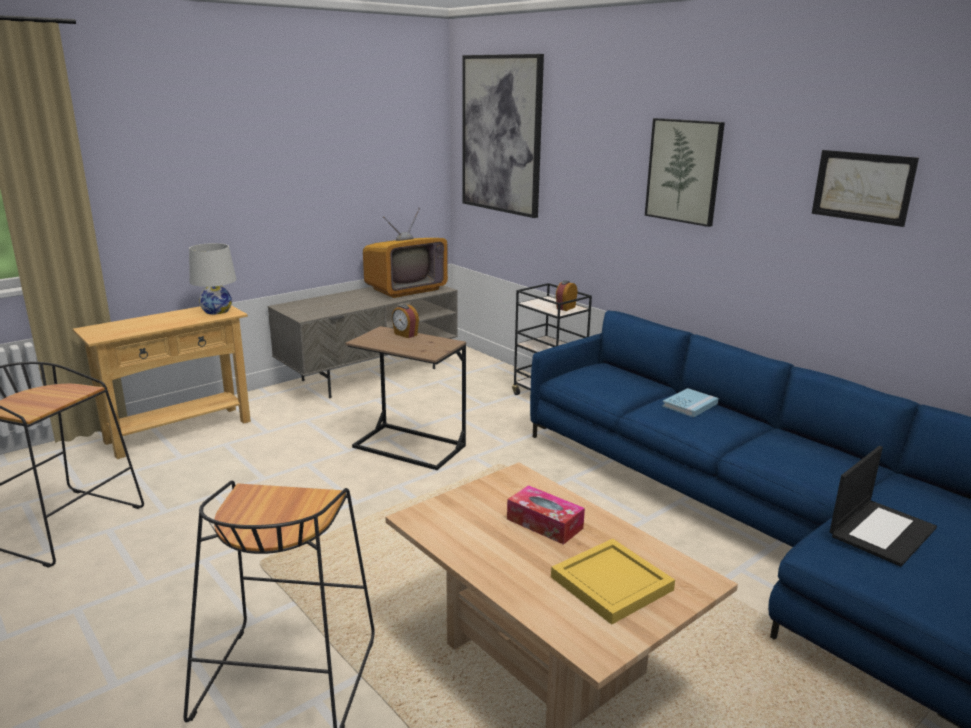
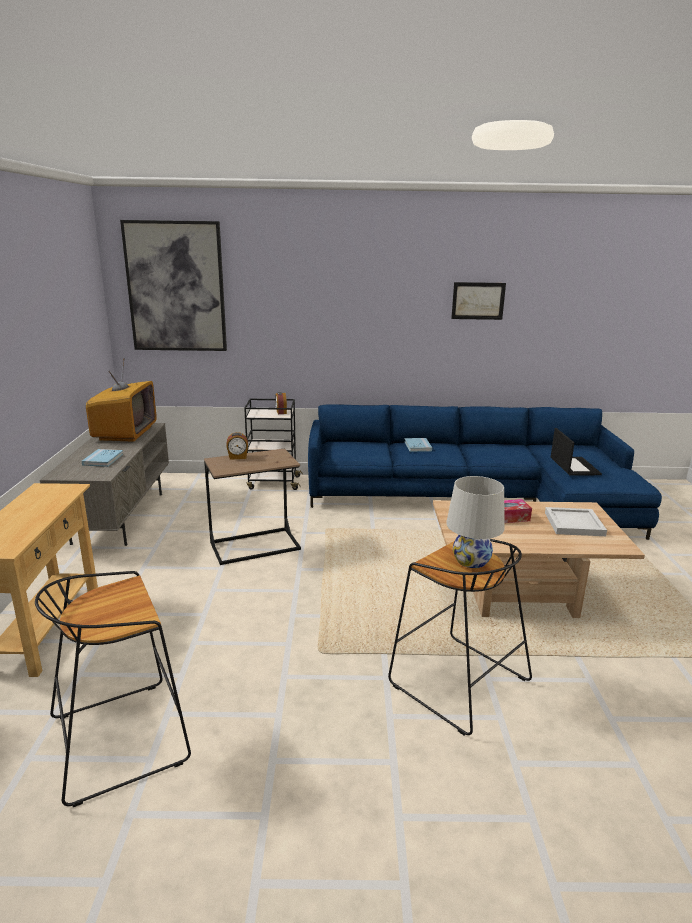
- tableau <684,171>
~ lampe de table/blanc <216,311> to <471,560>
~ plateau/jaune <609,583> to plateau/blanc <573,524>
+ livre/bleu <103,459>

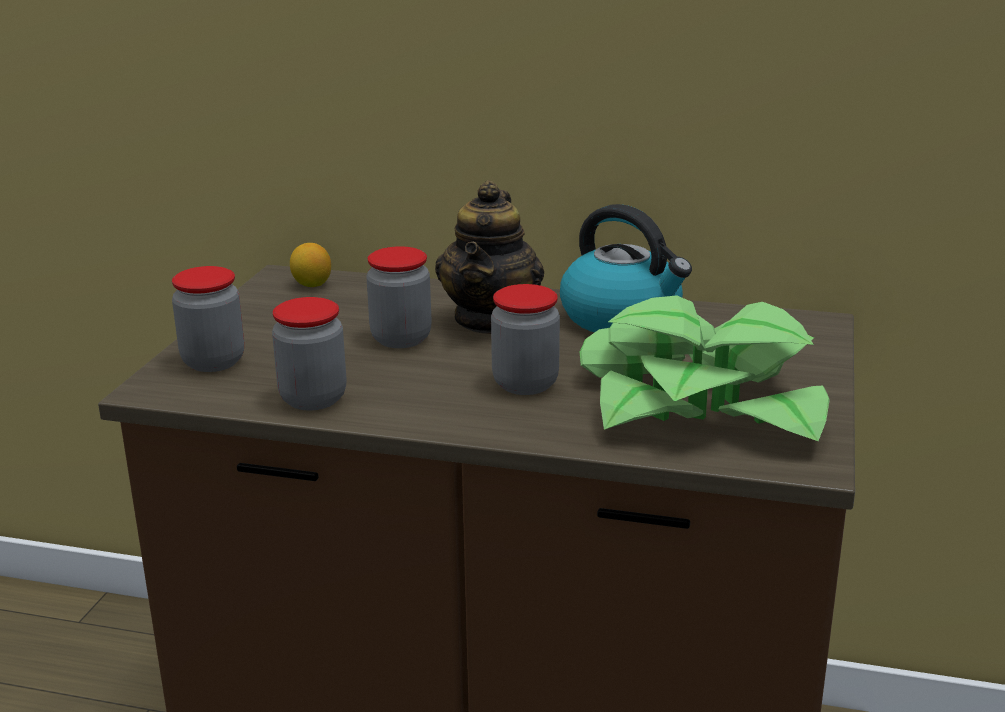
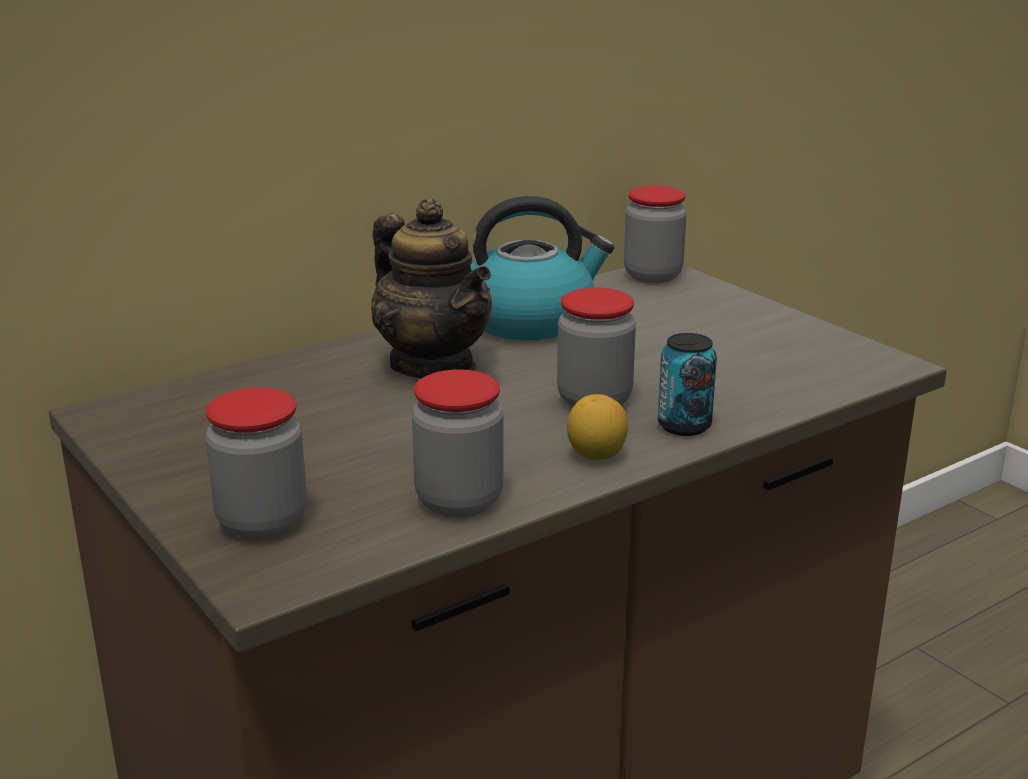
~ citron <312,284> to <596,455>
~ bocal <401,339> to <652,275>
- plante en pot <699,401>
+ boîte métallique <684,426>

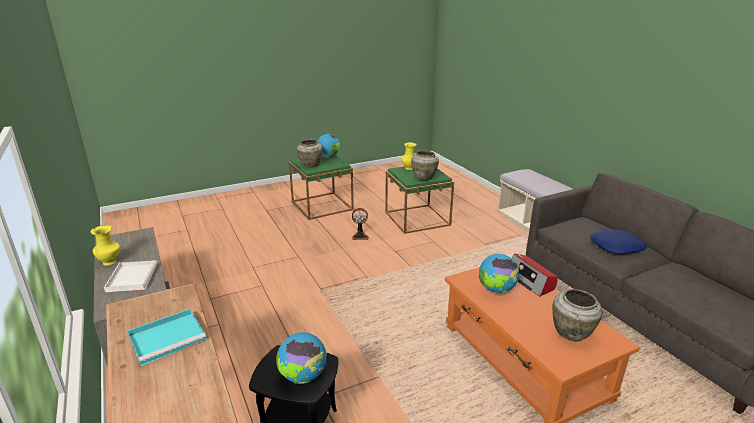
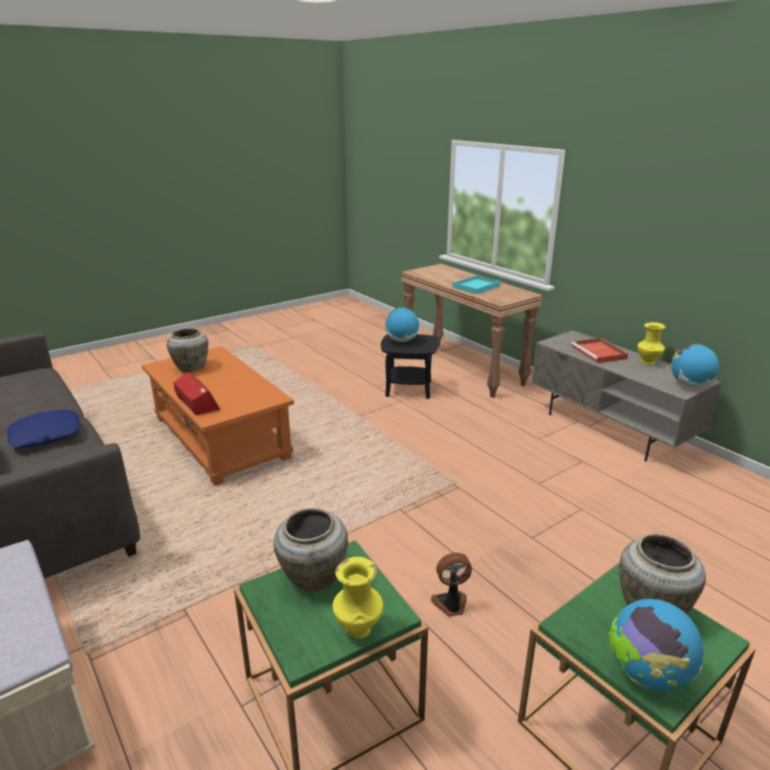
~ globe <496,290> to <690,385>
~ plateau/blanc <132,277> to plateau/rouge <599,353>

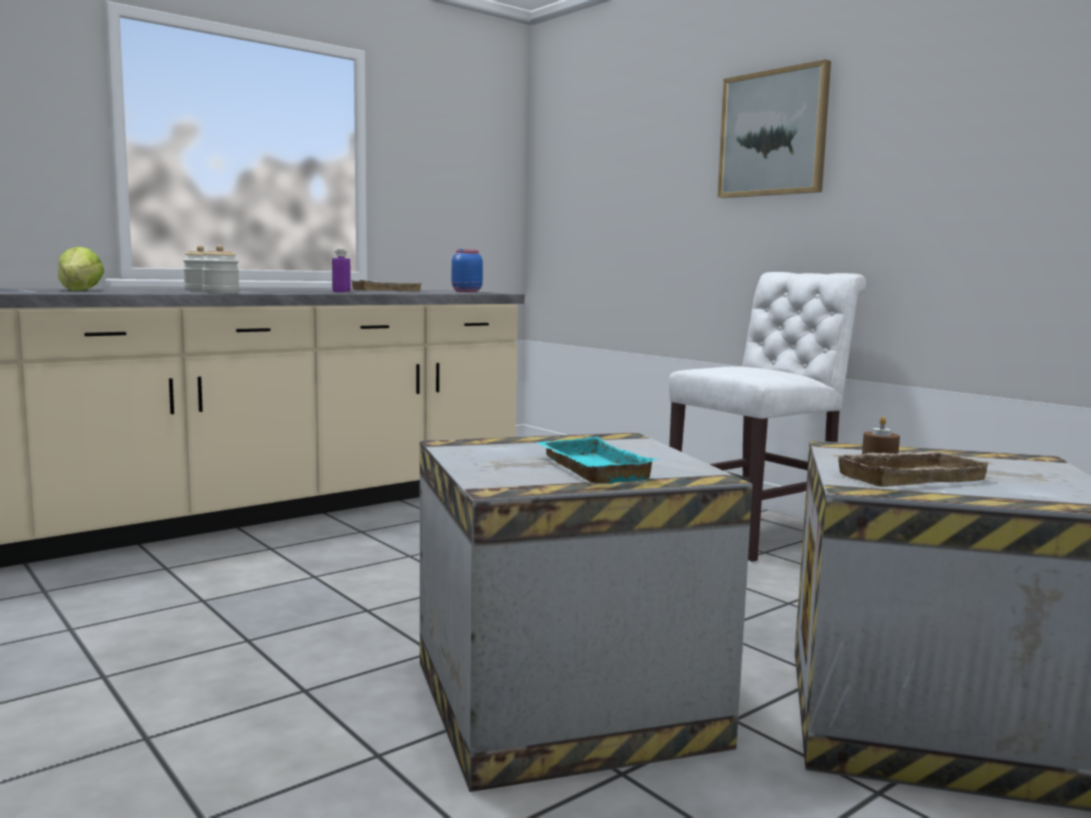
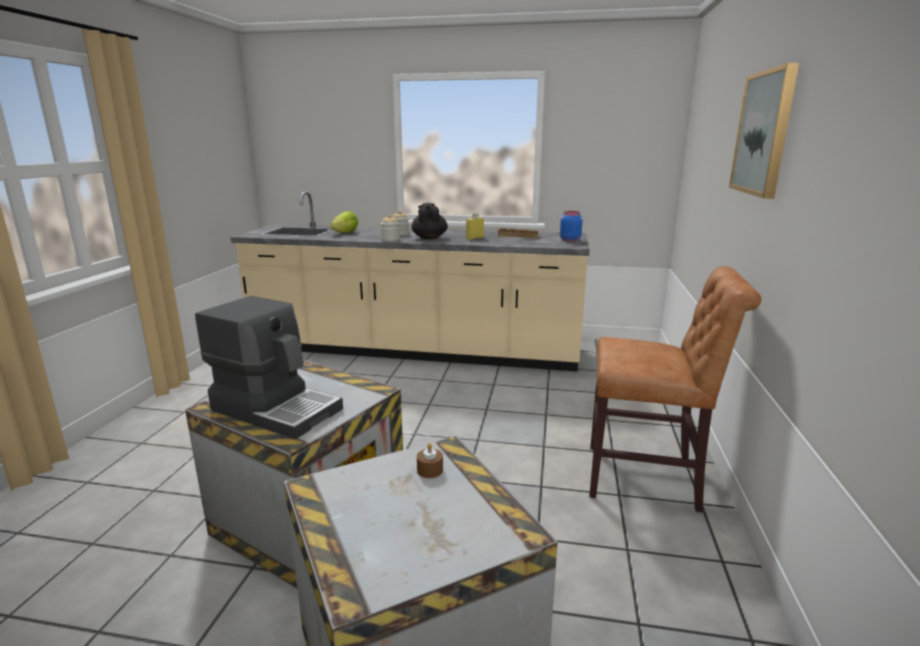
~ bouteille/violet <341,291> to bouteille/jaune <475,238>
~ chaise/blanc <756,534> to chaise/marron <649,479>
~ plateau/turquoise <589,469> to machine à café <277,408>
- plateau/beige <908,476>
+ théière/noir <429,238>

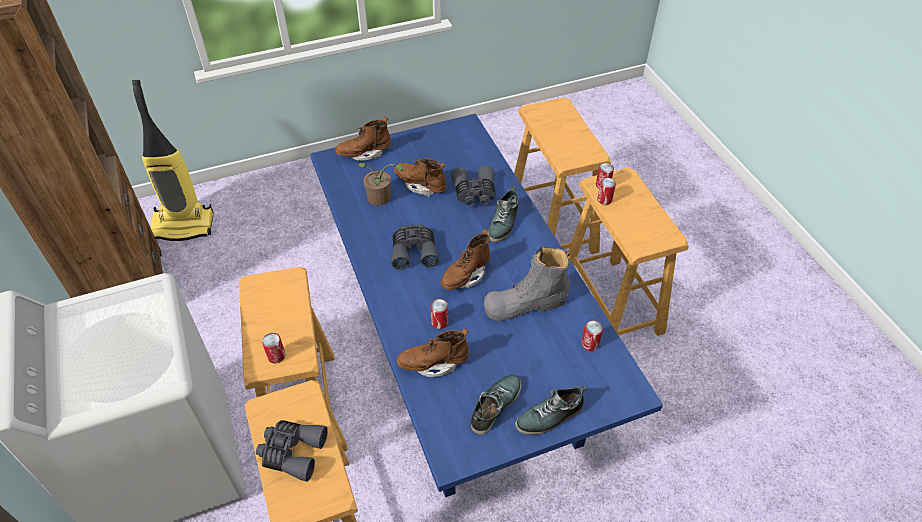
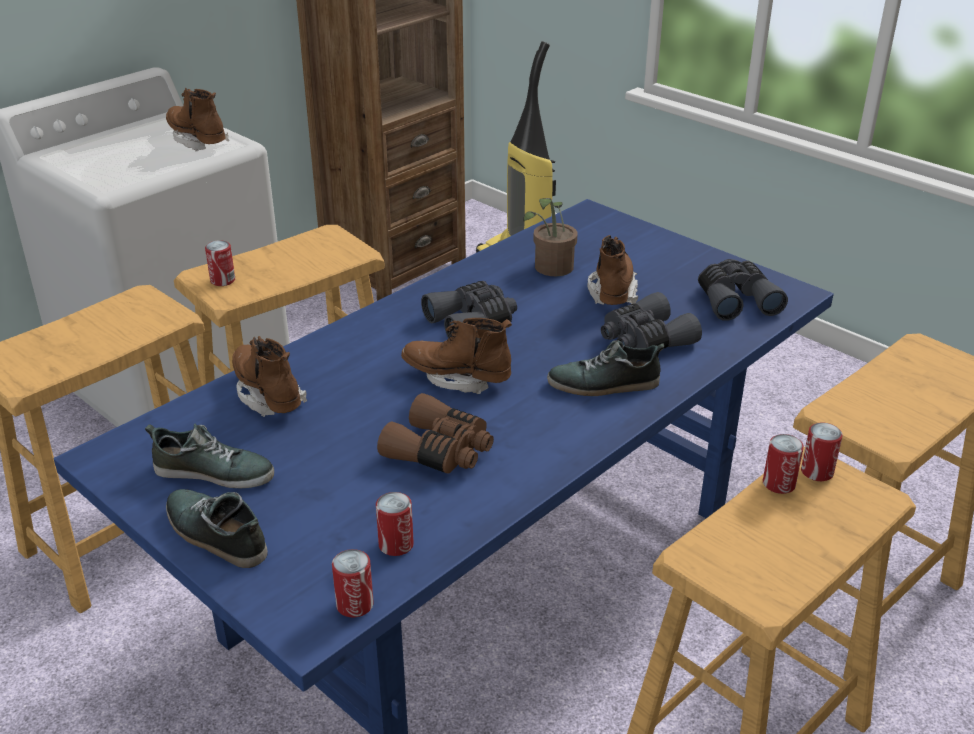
~ botte/marron <364,153> to <197,140>
~ botte/gris <526,304> to jumelles/marron <440,451>
~ boîte métallique <439,322> to <355,604>
~ jumelles/gris <292,452> to <735,300>

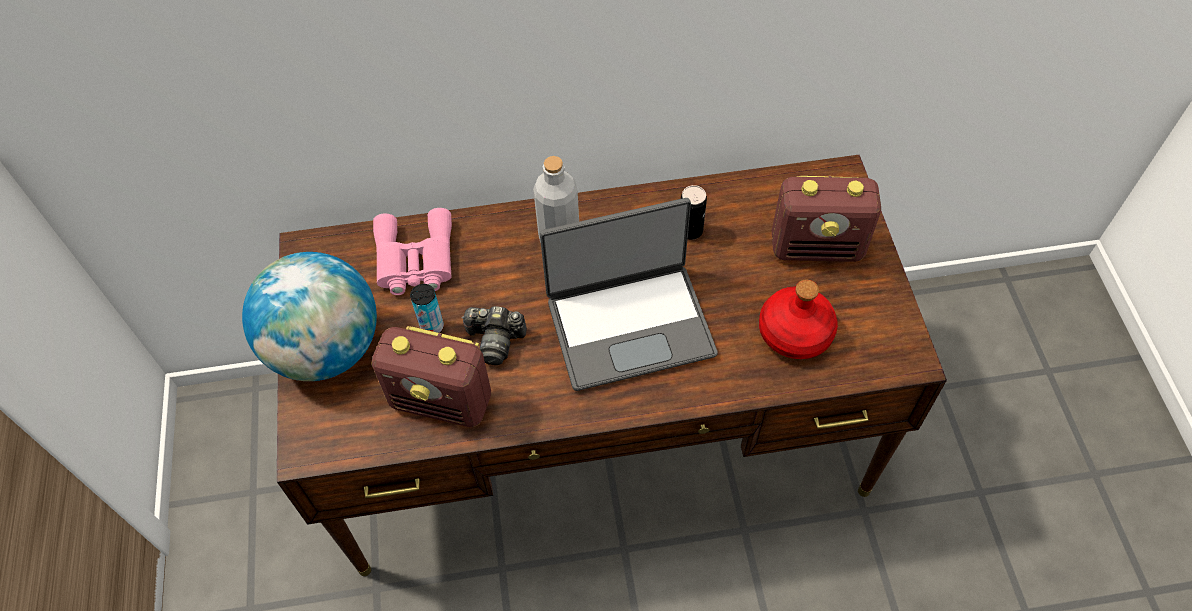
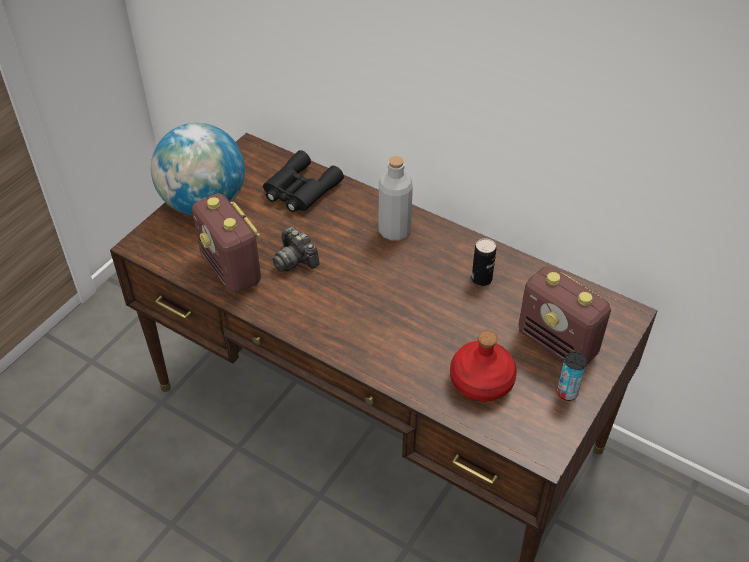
- ordinateur portable <629,325>
~ jumelles/rose <414,260> to jumelles/noir <299,190>
~ boîte métallique <432,327> to <567,393>

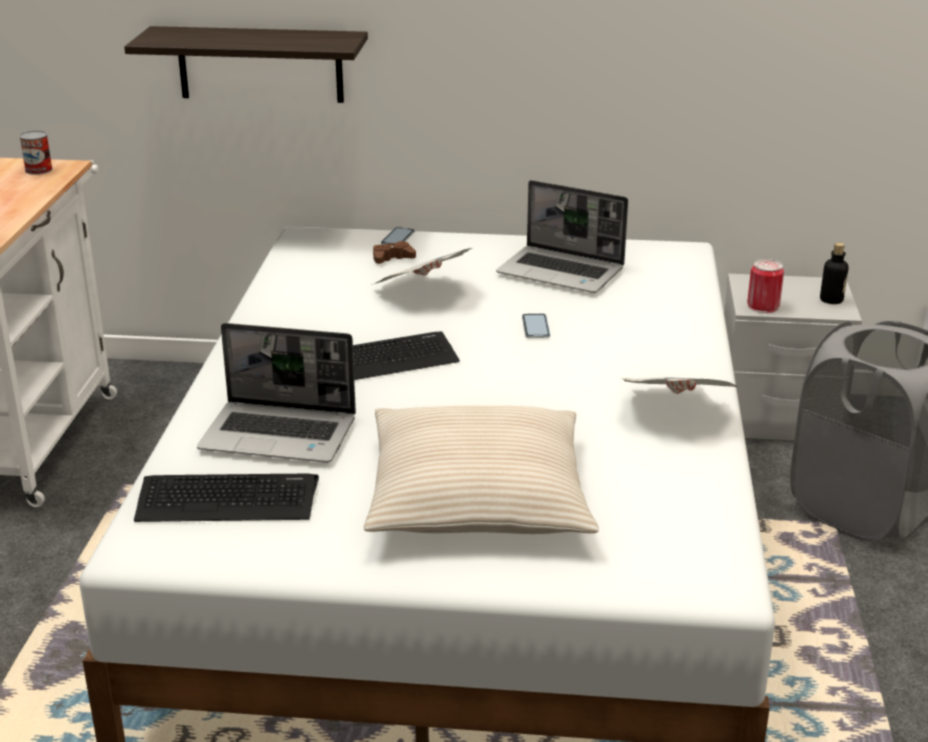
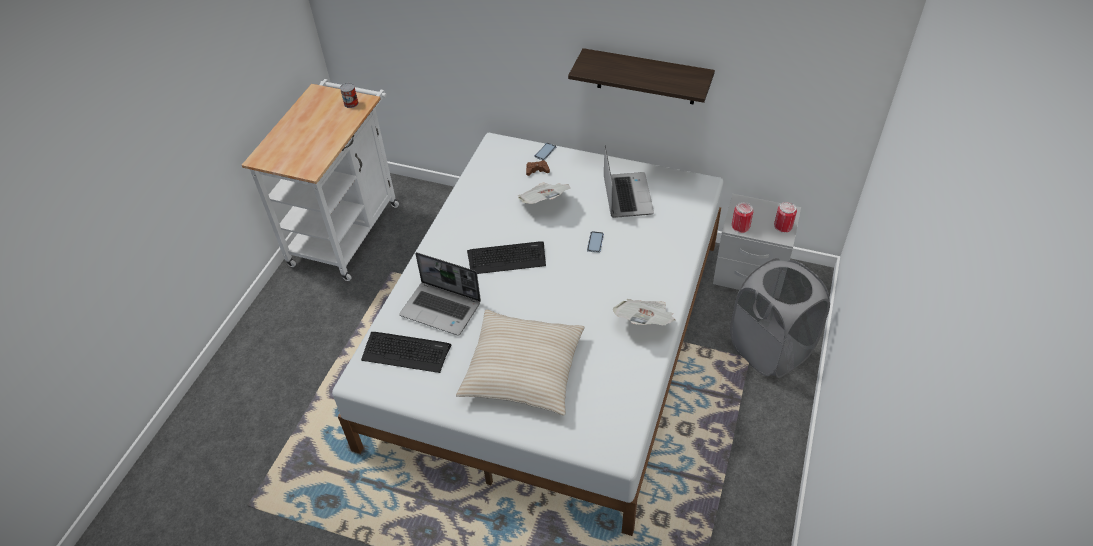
~ étagère <260,64> to <646,77>
~ ordinateur portable <562,272> = <626,195> 135 degrees counterclockwise
~ bouteille <831,300> to boîte métallique <783,226>

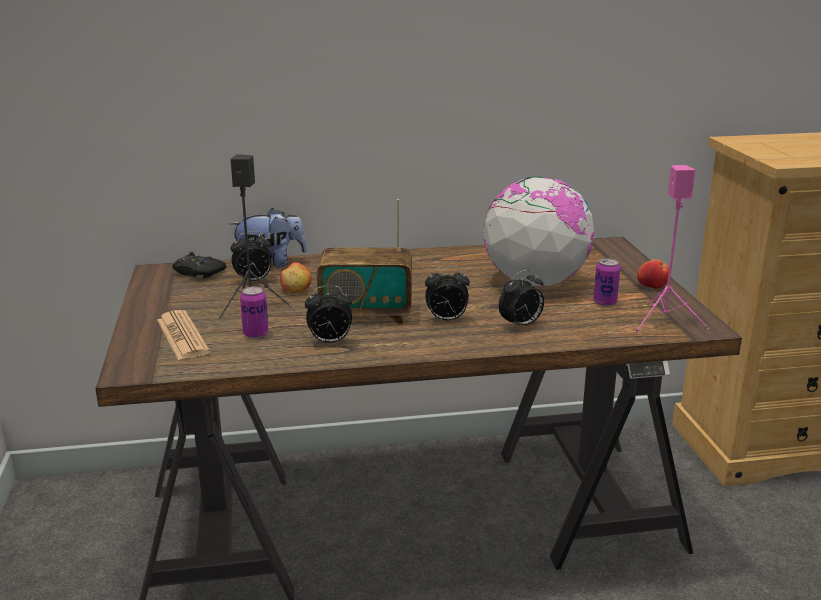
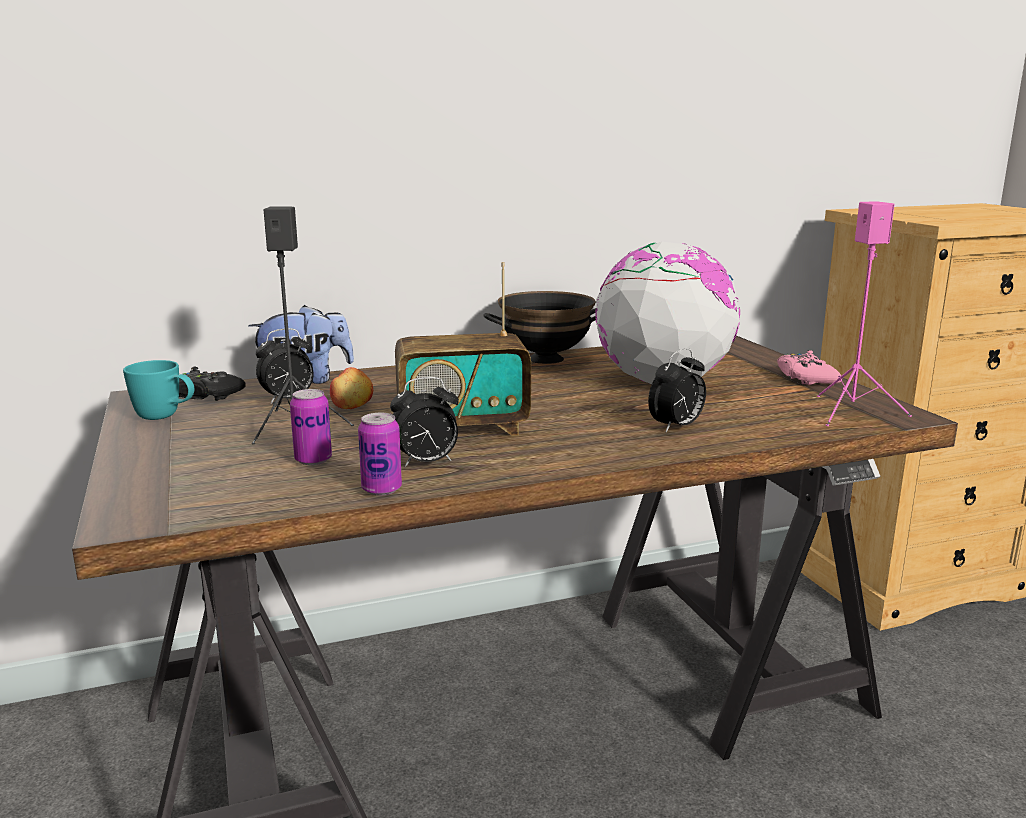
~ boîte métallique <605,303> to <381,489>
~ pomme <651,286> to manette/rose <806,378>
- réveil <446,320>
- journal <182,336>
+ bol/noir <545,359>
+ mug/turquoise <166,417>

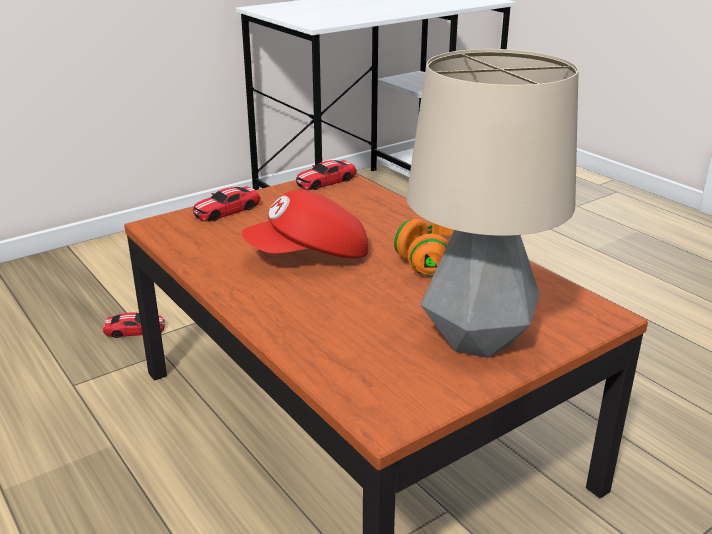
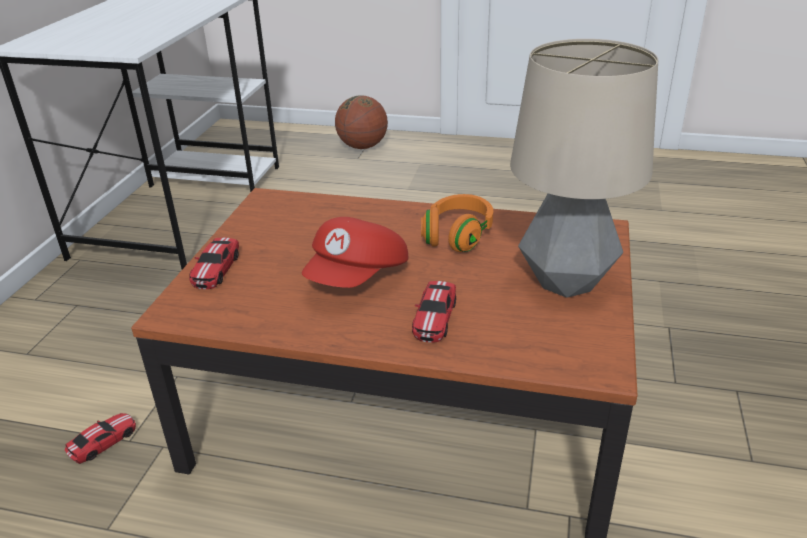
~ petite voiture <326,181> to <435,317>
+ ballon de basket <362,147>

